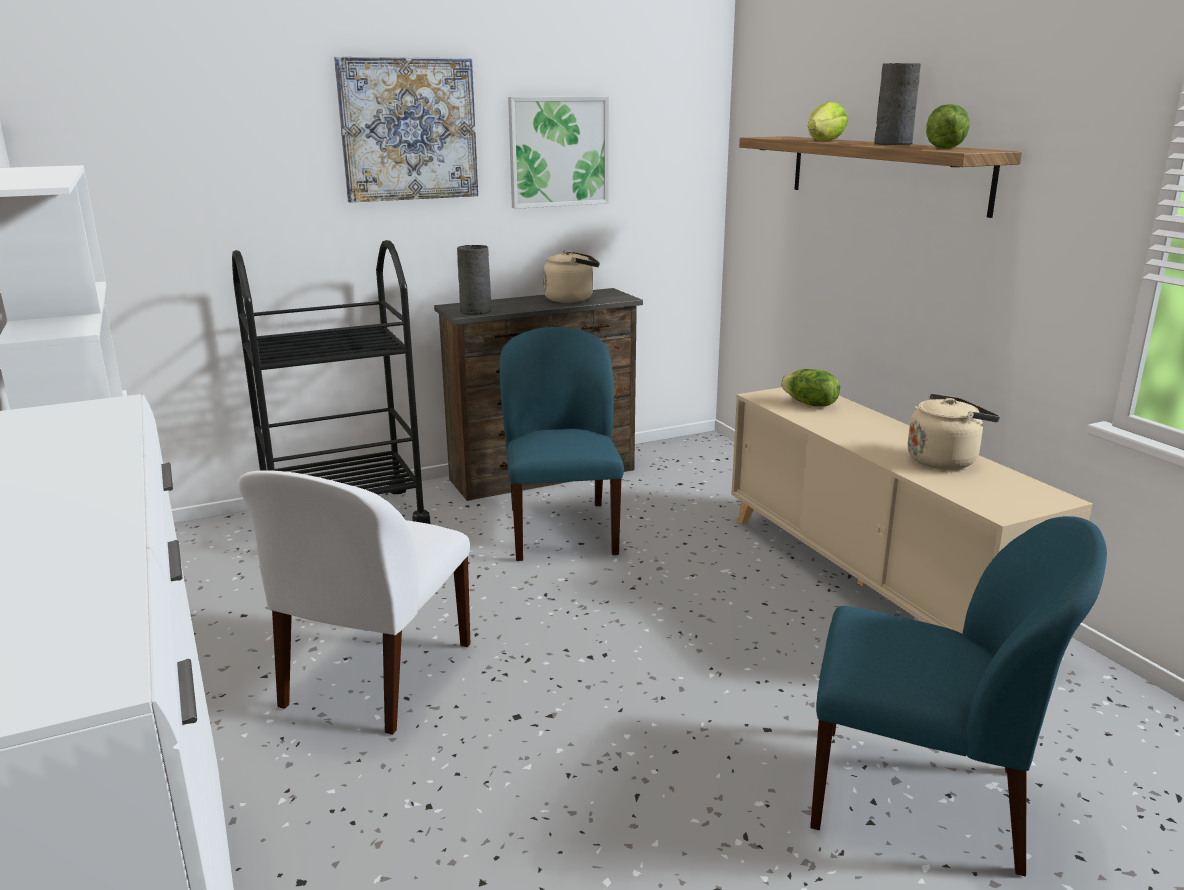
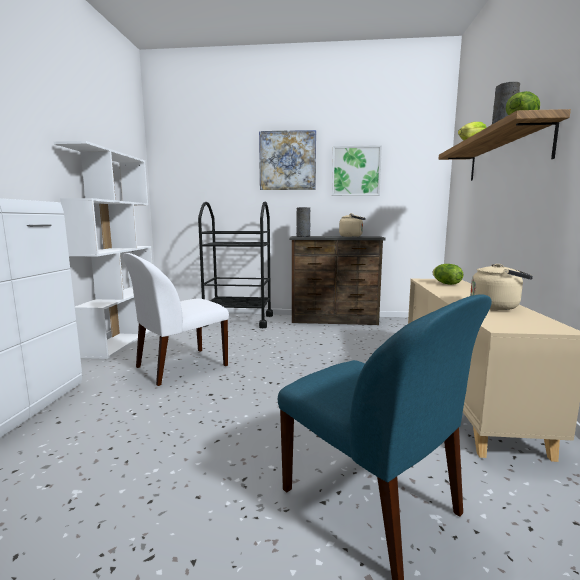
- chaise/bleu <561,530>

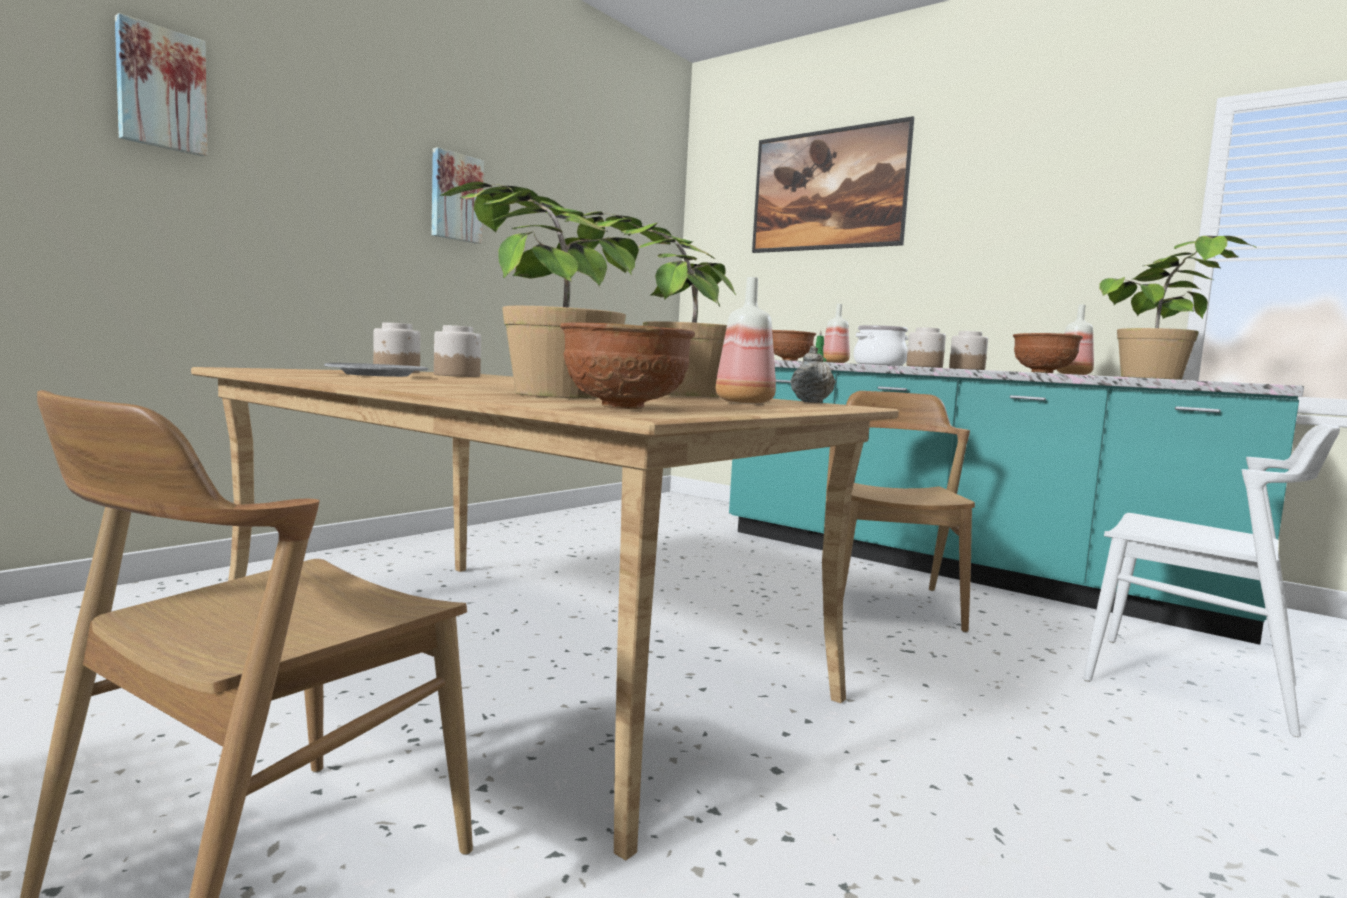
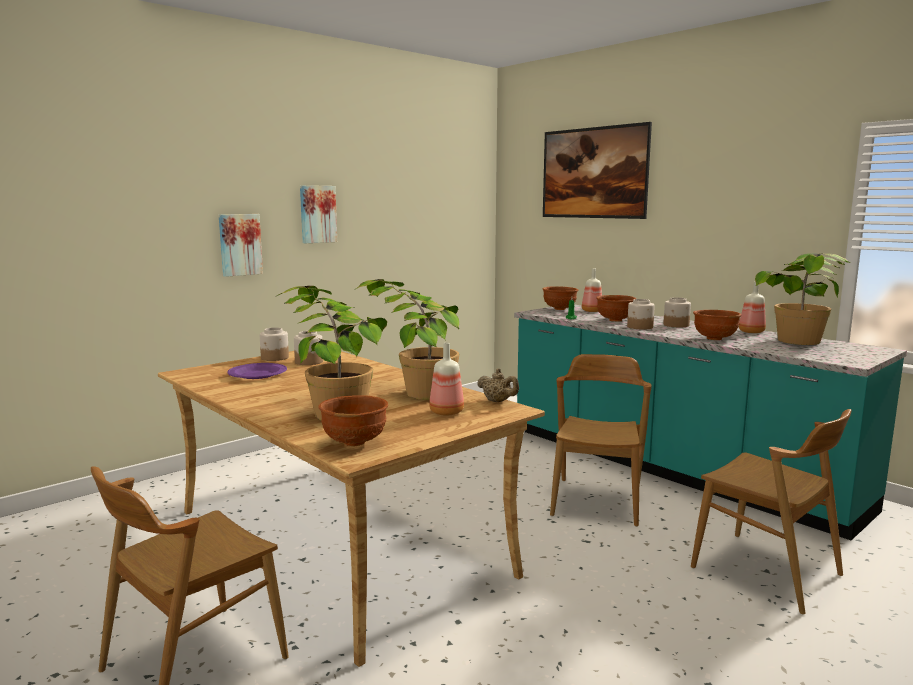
~ tableau <161,89> to <240,244>
~ marmite <879,364> to bol/marron <614,320>
~ théière/beige <810,402> = <498,401> 120 degrees clockwise
~ assiette/gris <377,375> to assiette/violet <257,375>
~ chaise/blanc <1191,683> to chaise/marron <766,571>

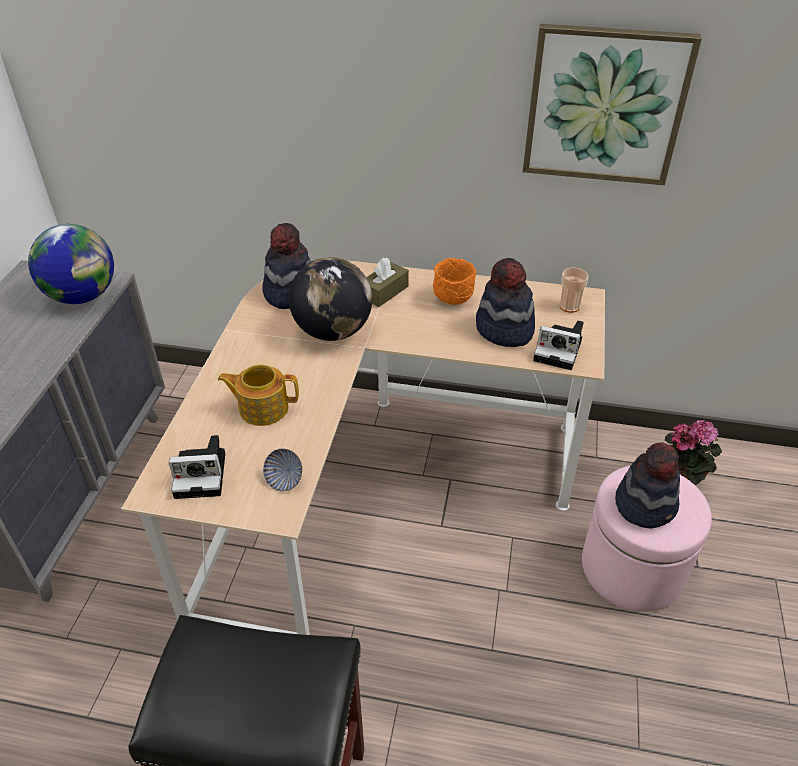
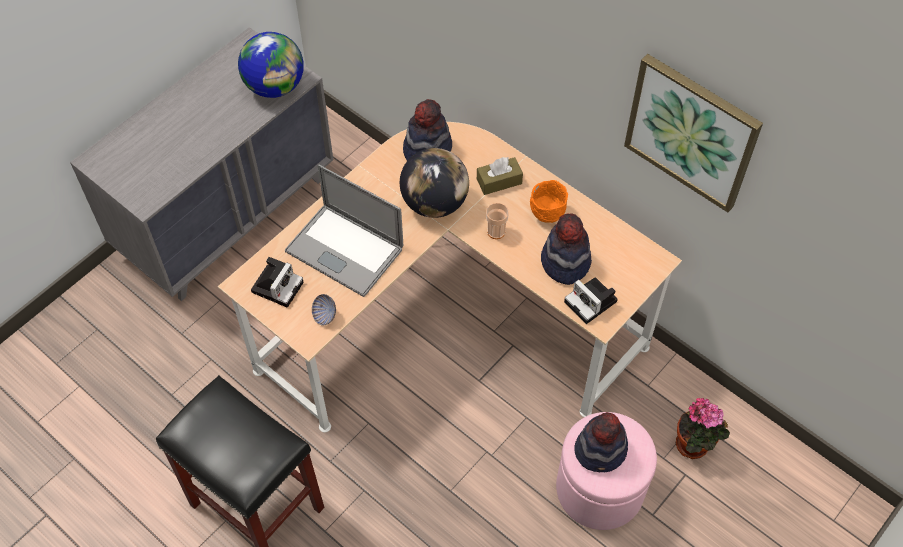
~ tasse <569,306> to <496,231>
~ théière <262,408> to ordinateur portable <344,250>
~ appareil photo <203,474> = <278,285> 90 degrees counterclockwise

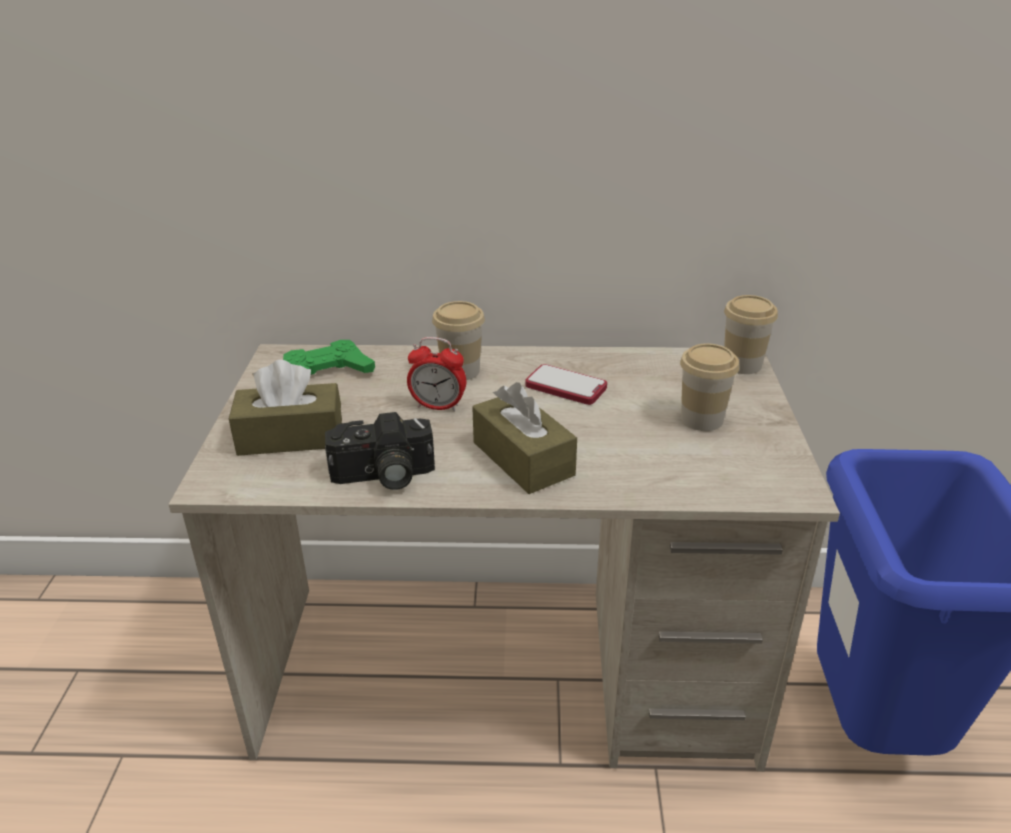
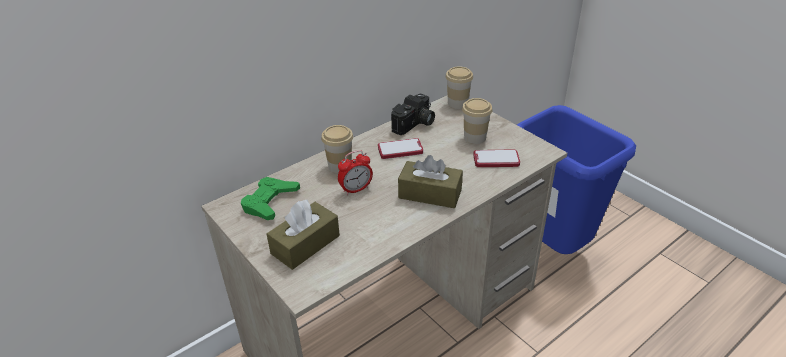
~ appareil photo <383,476> to <415,124>
+ téléphone <496,160>

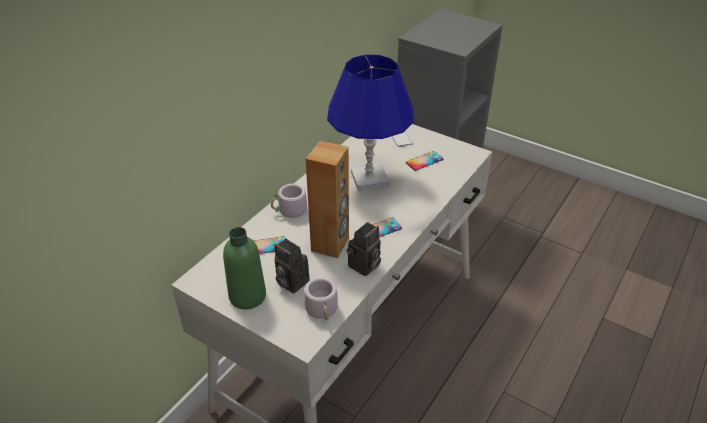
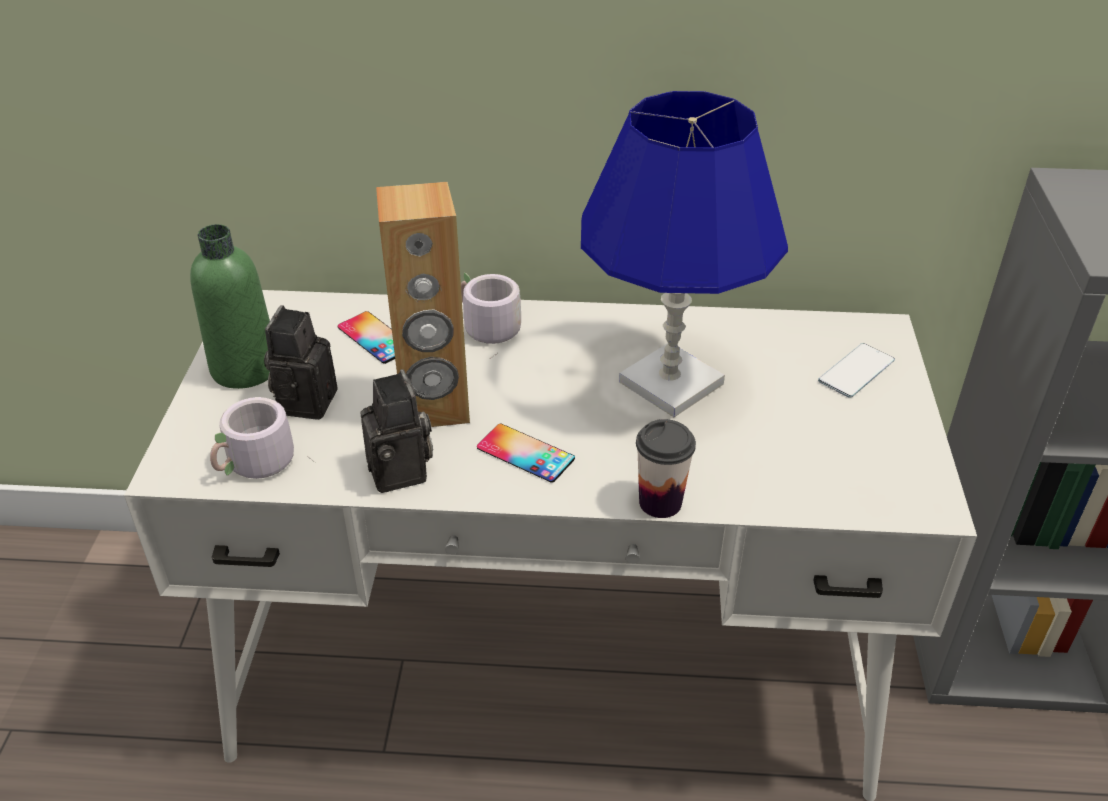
- téléphone <424,161>
~ appareil photo <364,267> = <402,472> 120 degrees counterclockwise
+ tasse <660,502>

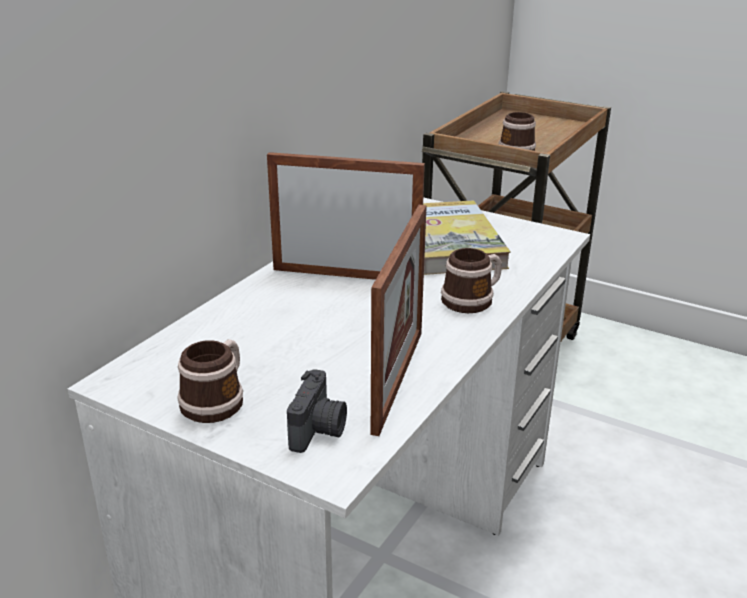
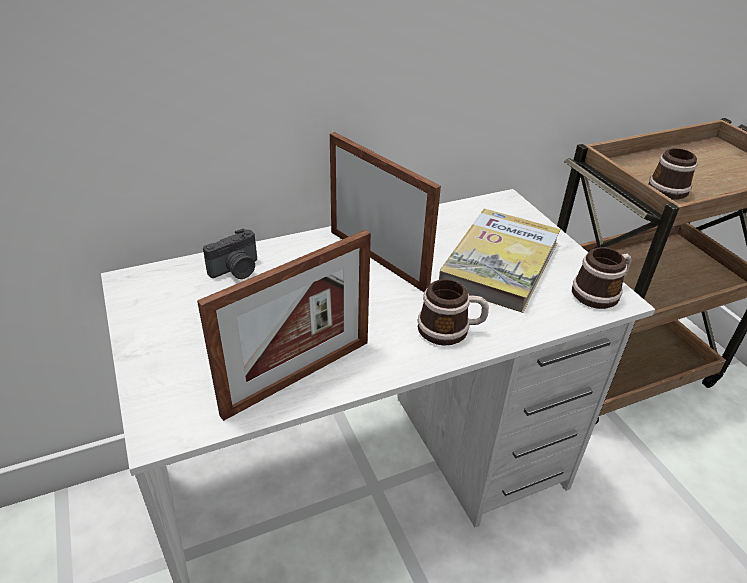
~ mug <217,400> to <600,293>
~ appareil photo <319,430> to <236,270>

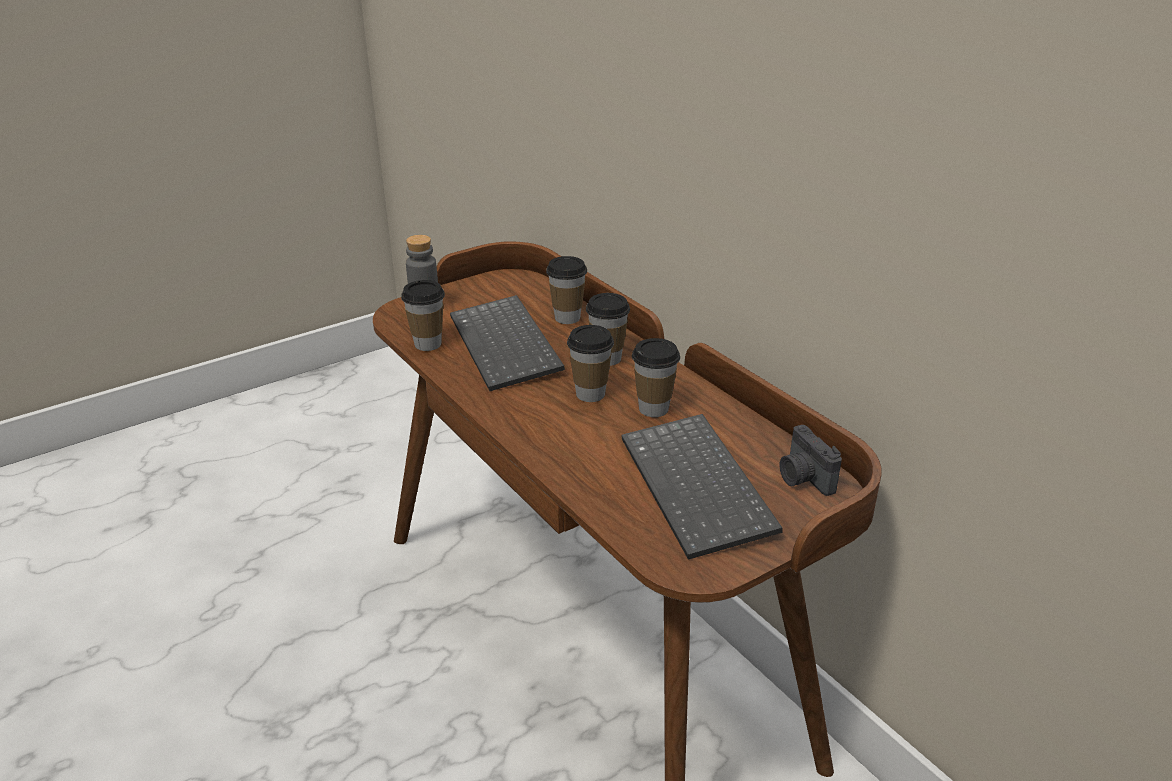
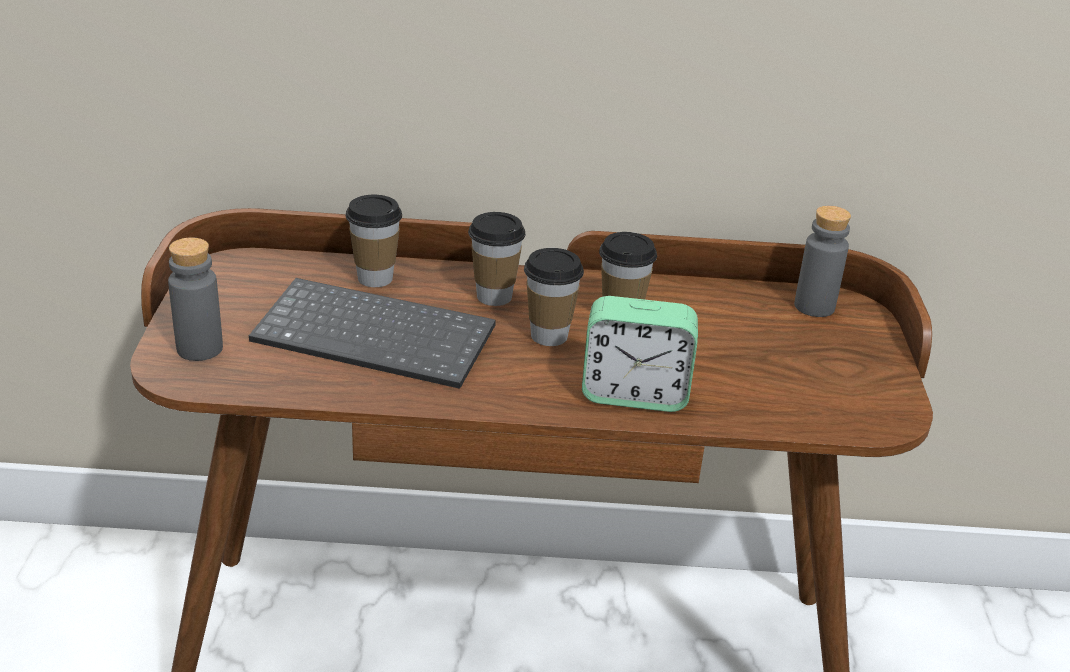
- tasse <428,344>
- clavier <700,487>
~ appareil photo <803,478> to bouteille/gris <814,307>
+ réveil <634,394>

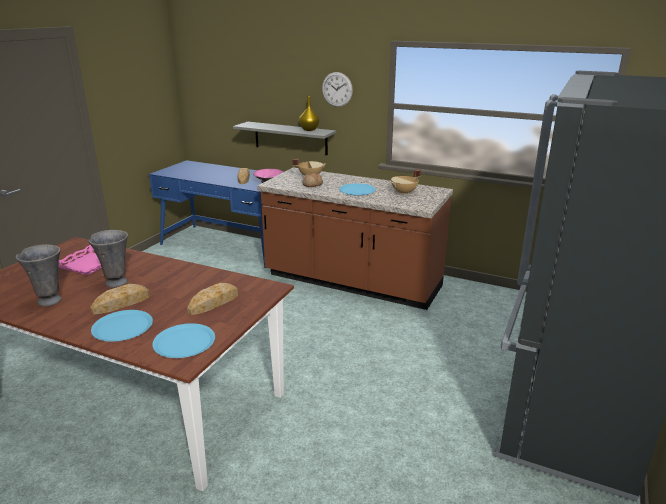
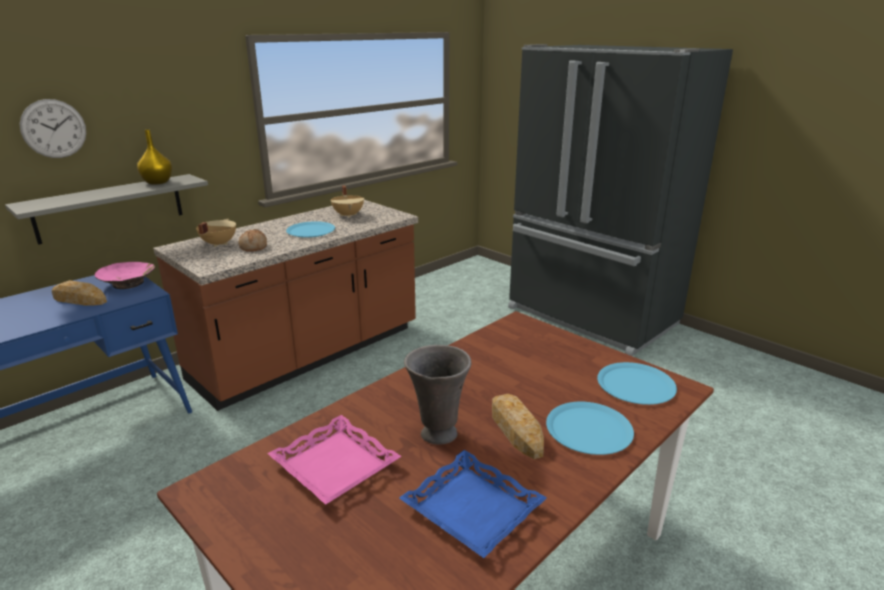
~ horloge murale <337,89> to <54,129>
~ vase/gris <50,300> to plateau/bleu <471,509>
- pain <213,303>

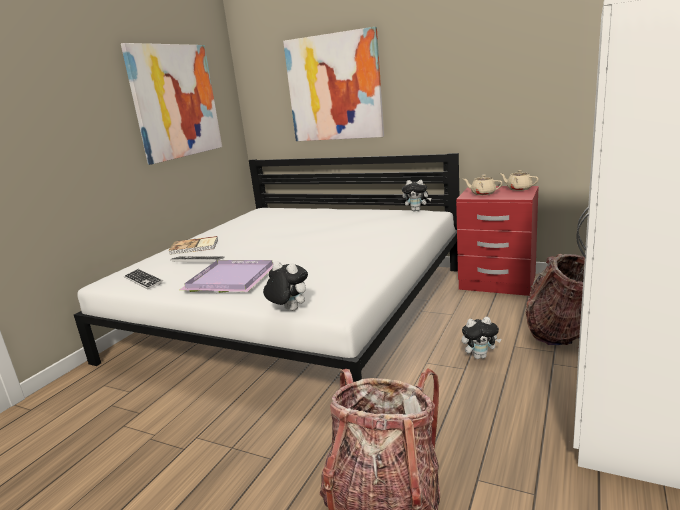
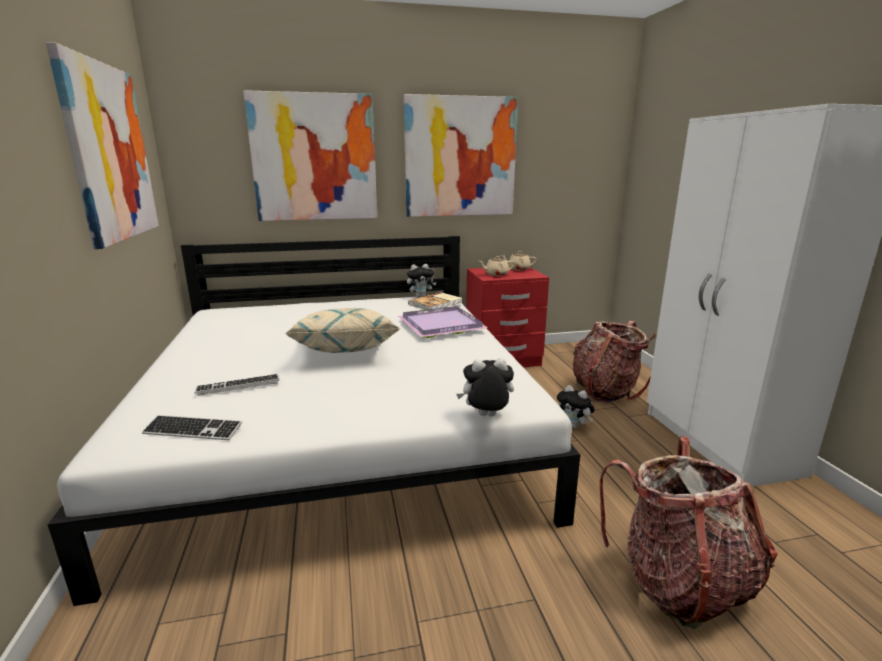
~ livre <194,247> to <436,303>
~ plateau/violet <229,279> to <440,325>
~ peluche <480,356> = <574,426> 90 degrees clockwise
+ tableau <460,157>
+ coussin/beige <345,352>

